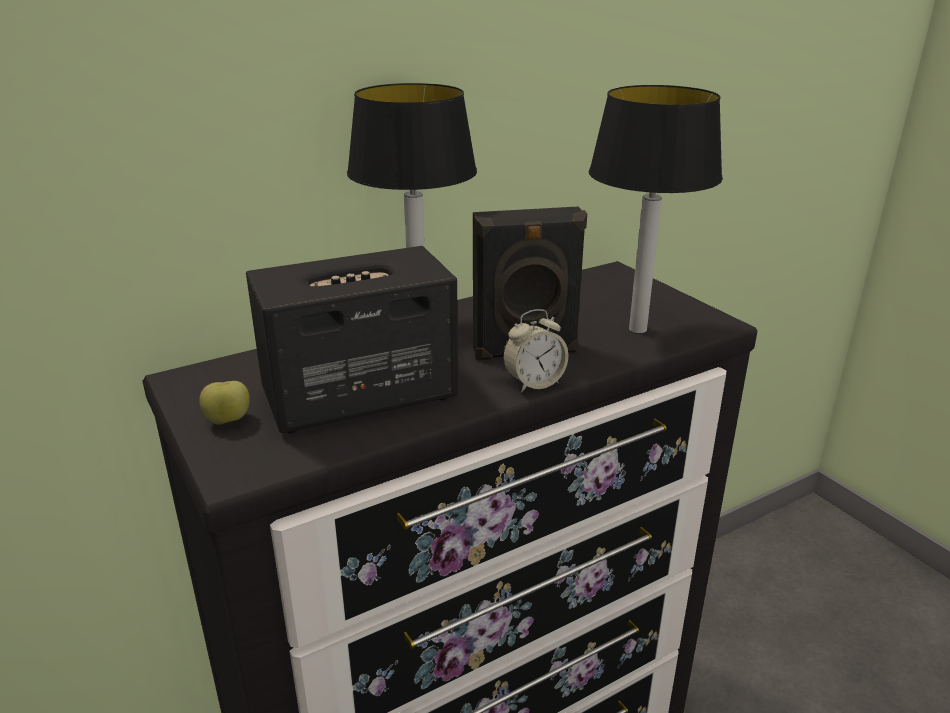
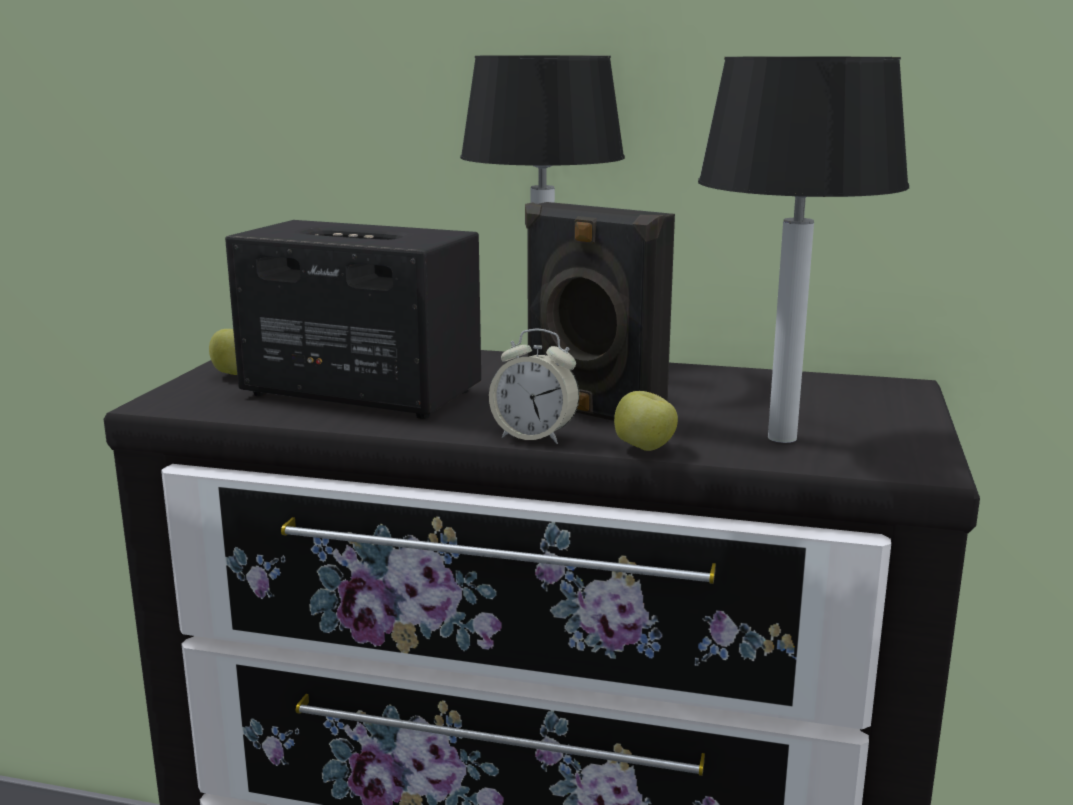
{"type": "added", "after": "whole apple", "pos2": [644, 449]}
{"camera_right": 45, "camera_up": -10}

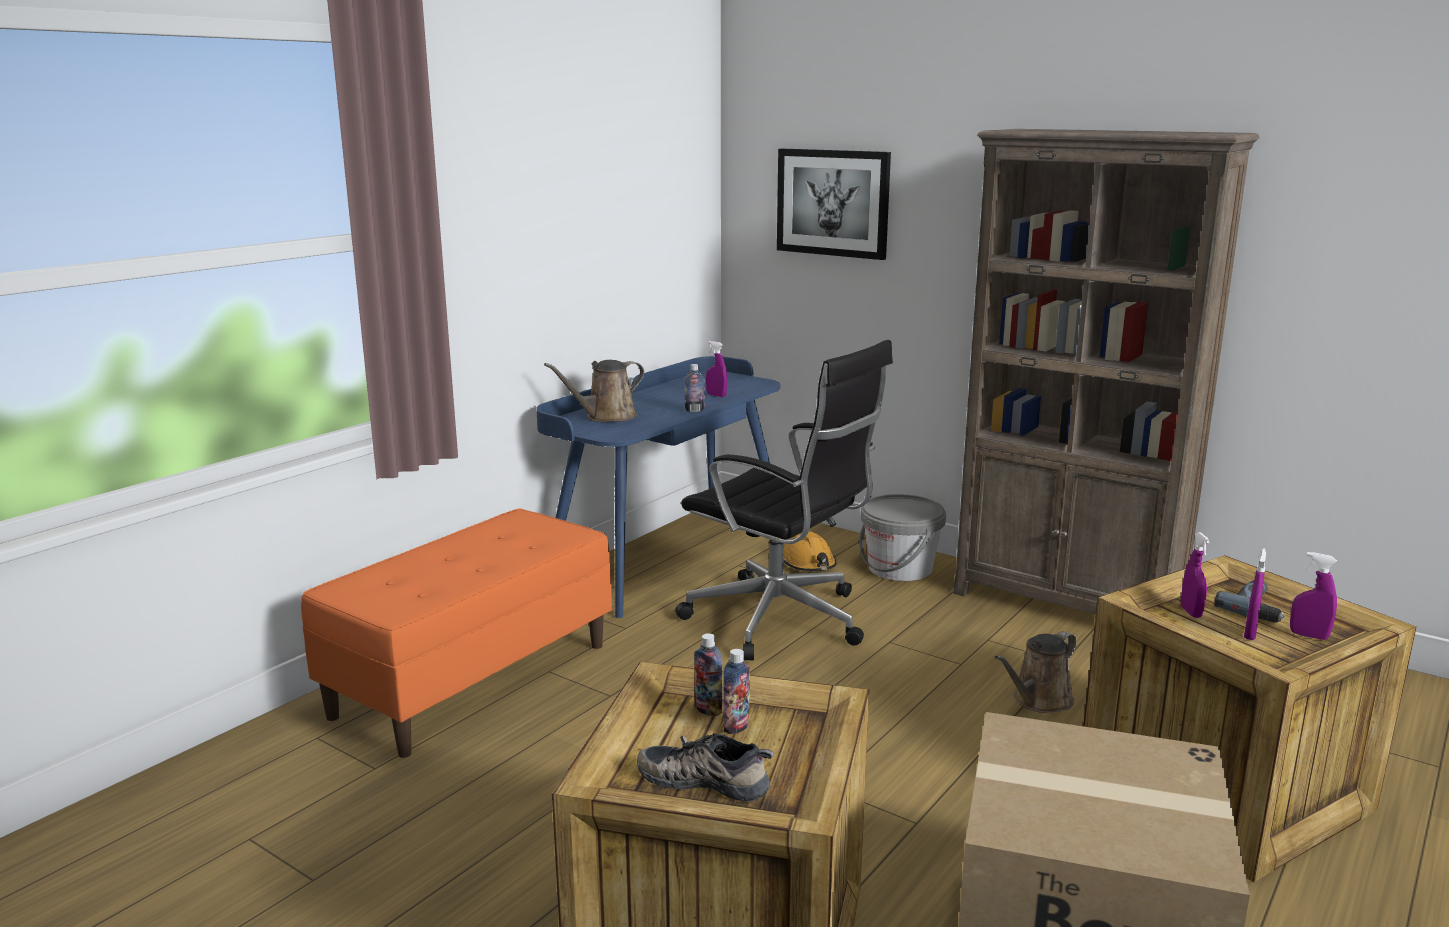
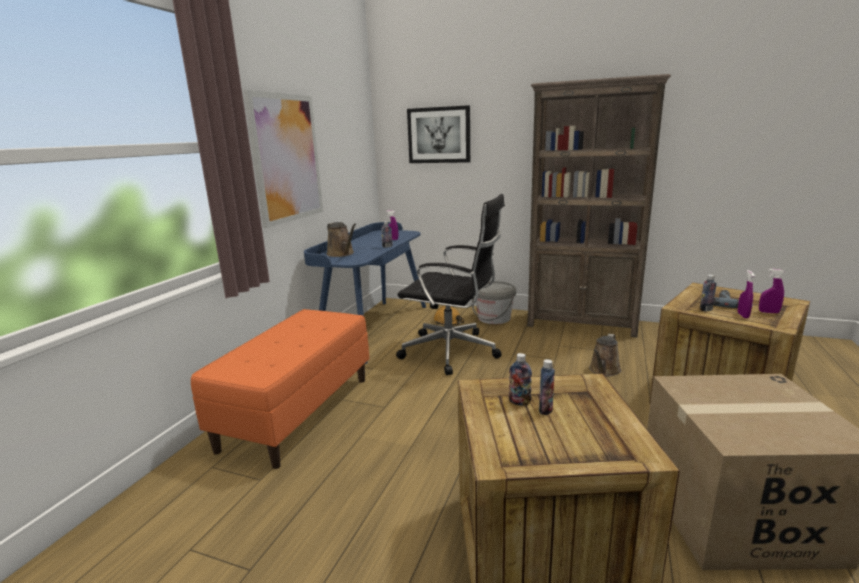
{"type": "turned", "before": "brown-coloured sprinkling can", "pos1": [606, 417], "pos2": [342, 254], "turn": -75}
{"type": "removed", "before": "shoe", "pos1": [706, 779]}
{"type": "replaced", "before": "purplish spray bottle", "after": "bottle", "pos1": [1191, 612], "pos2": [705, 309]}
{"type": "added", "after": "wall art", "pos2": [287, 158]}
{"camera_right": -15, "camera_up": 0}

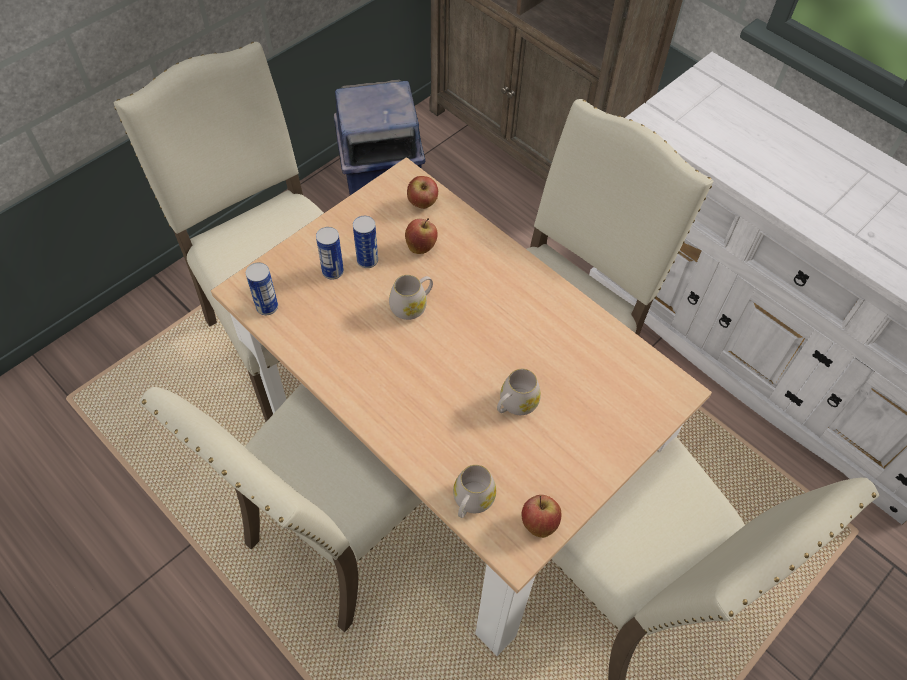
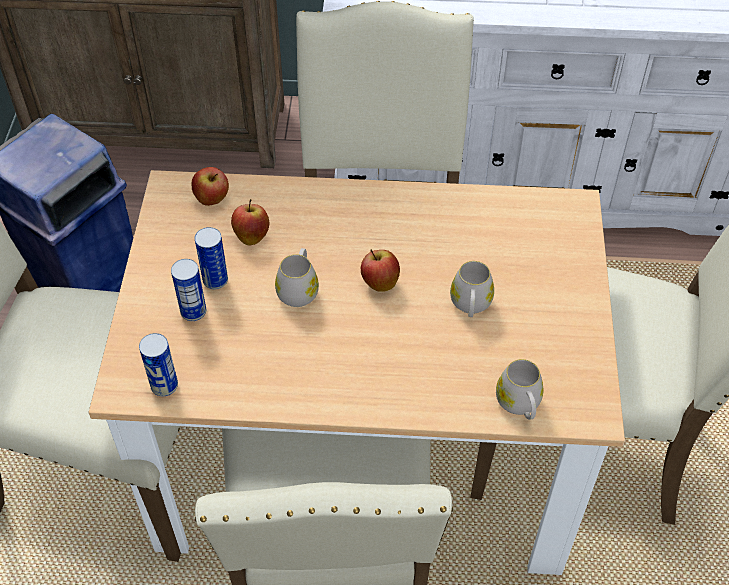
{"type": "moved", "before": "whole apple", "pos1": [539, 523], "pos2": [379, 282]}
{"camera_right": -40, "camera_up": -5}

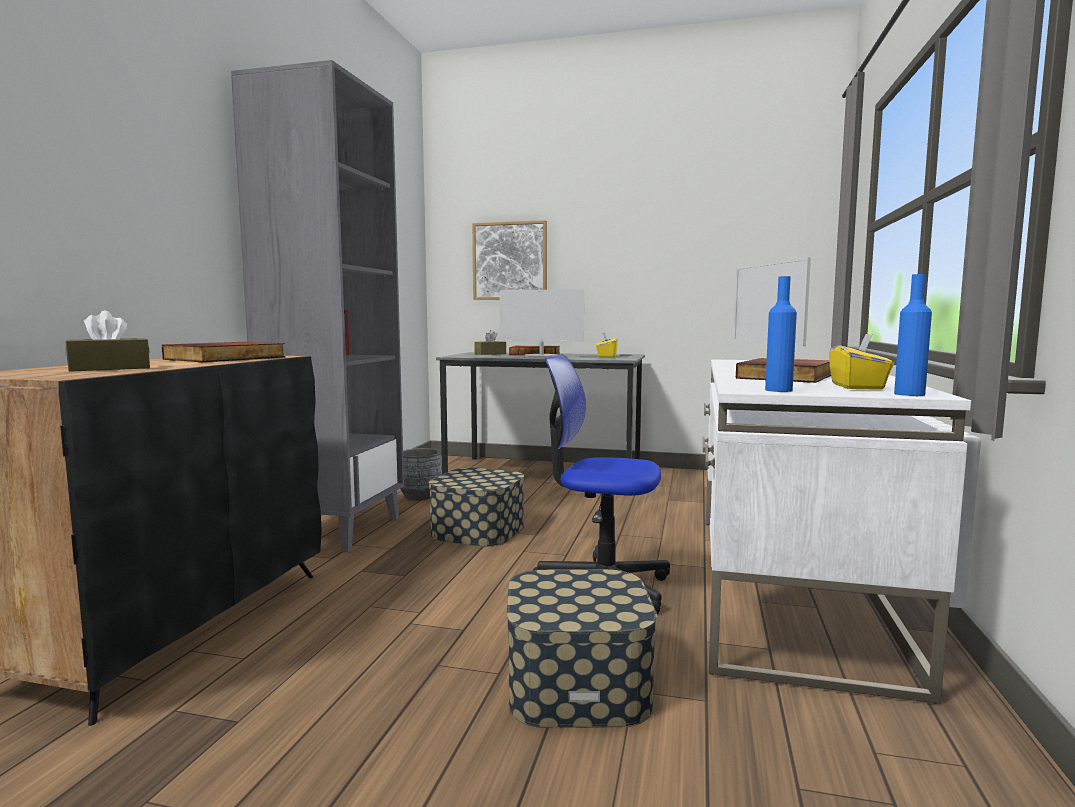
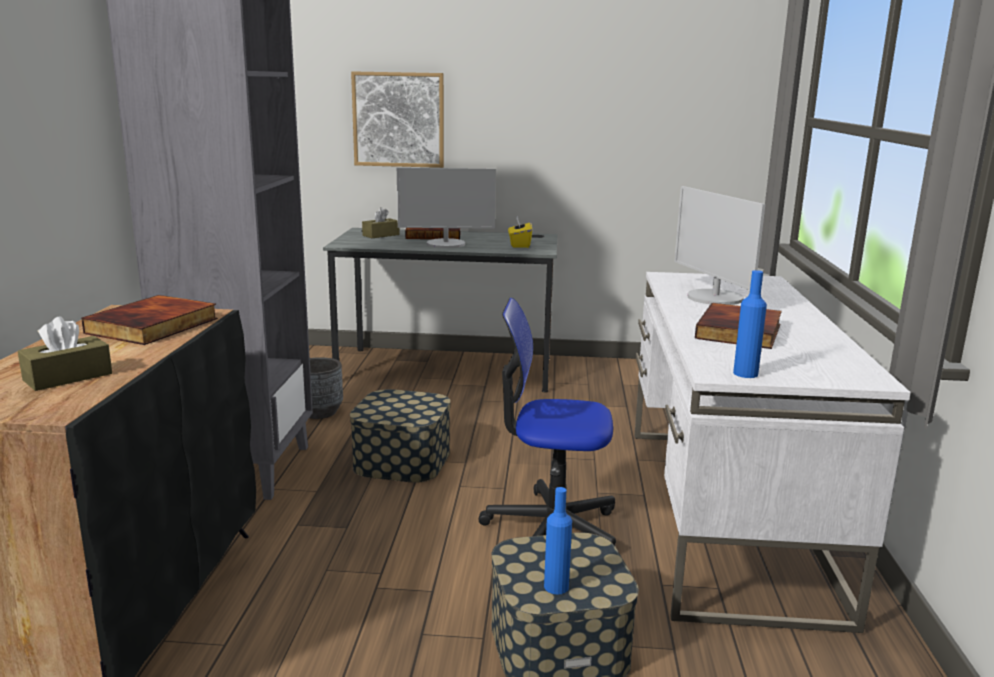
{"type": "removed", "before": "yellow tissue holder", "pos1": [858, 387]}
{"type": "moved", "before": "bluish bottle", "pos1": [909, 394], "pos2": [556, 586]}
{"camera_right": -10, "camera_up": 10}

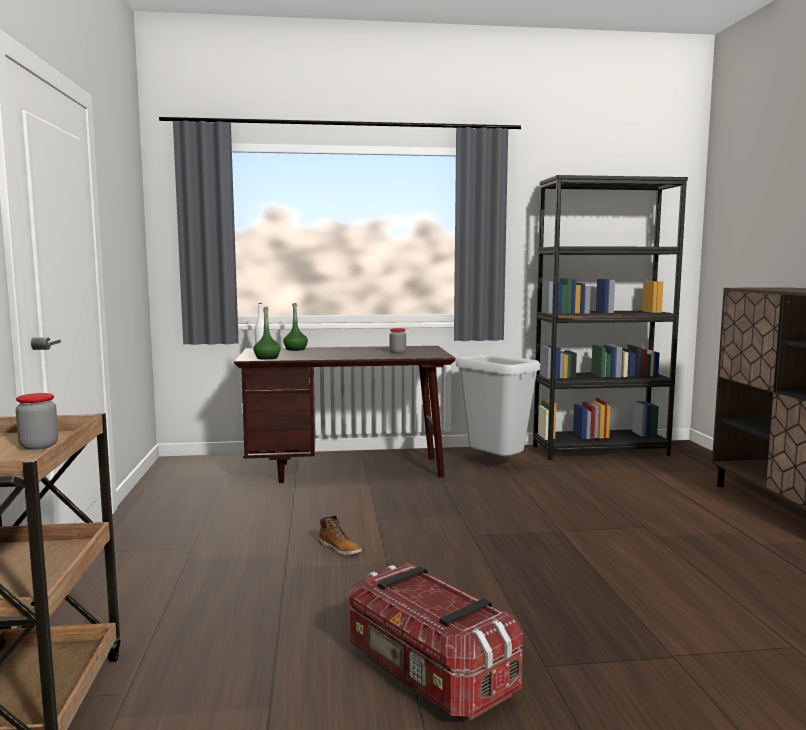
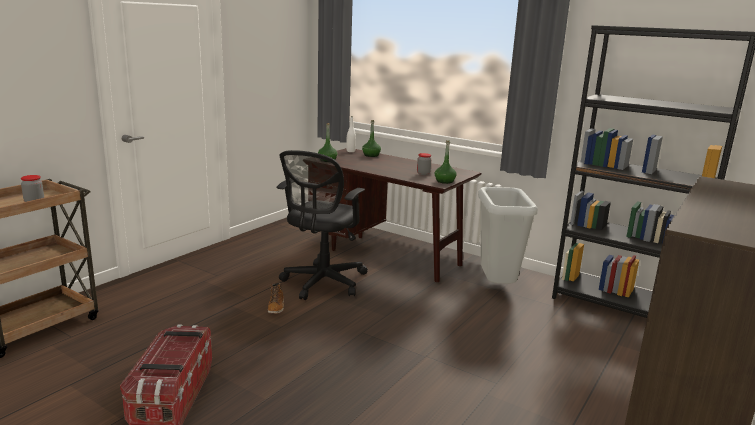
{"type": "added", "after": "black desk chair", "pos2": [322, 283]}
{"type": "added", "after": "greenish bottle", "pos2": [444, 181]}
{"camera_right": 40, "camera_up": 10}

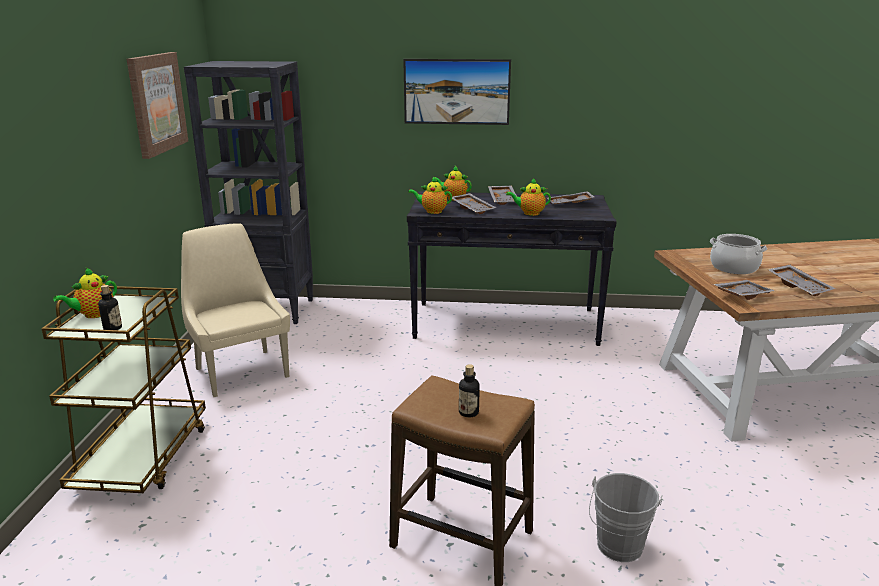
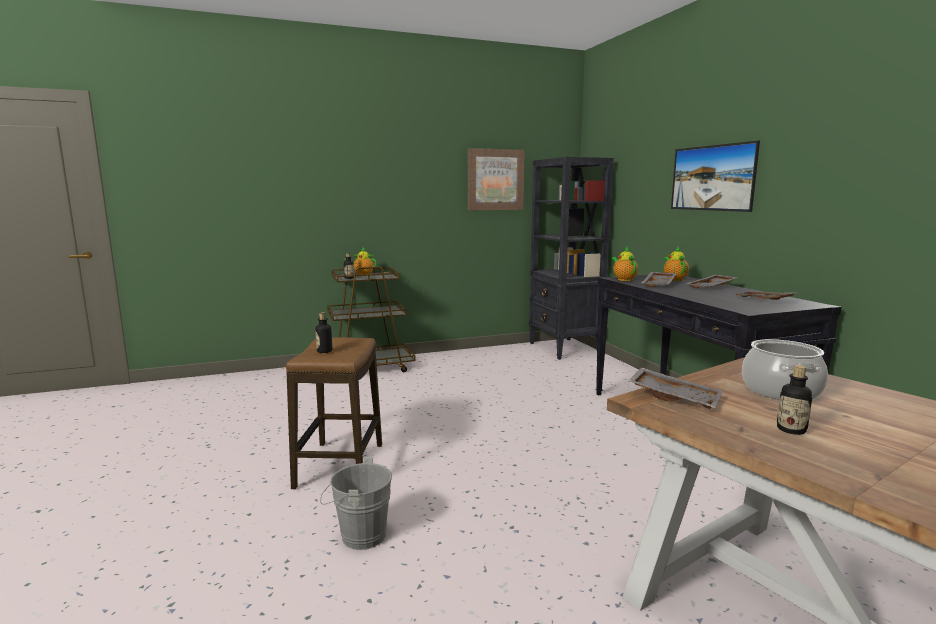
{"type": "removed", "before": "beige-coloured plain chair", "pos1": [240, 371]}
{"type": "removed", "before": "pot for tea", "pos1": [529, 213]}
{"type": "replaced", "before": "gray serving tray", "after": "bottle", "pos1": [799, 286], "pos2": [791, 430]}
{"camera_right": 65, "camera_up": -10}

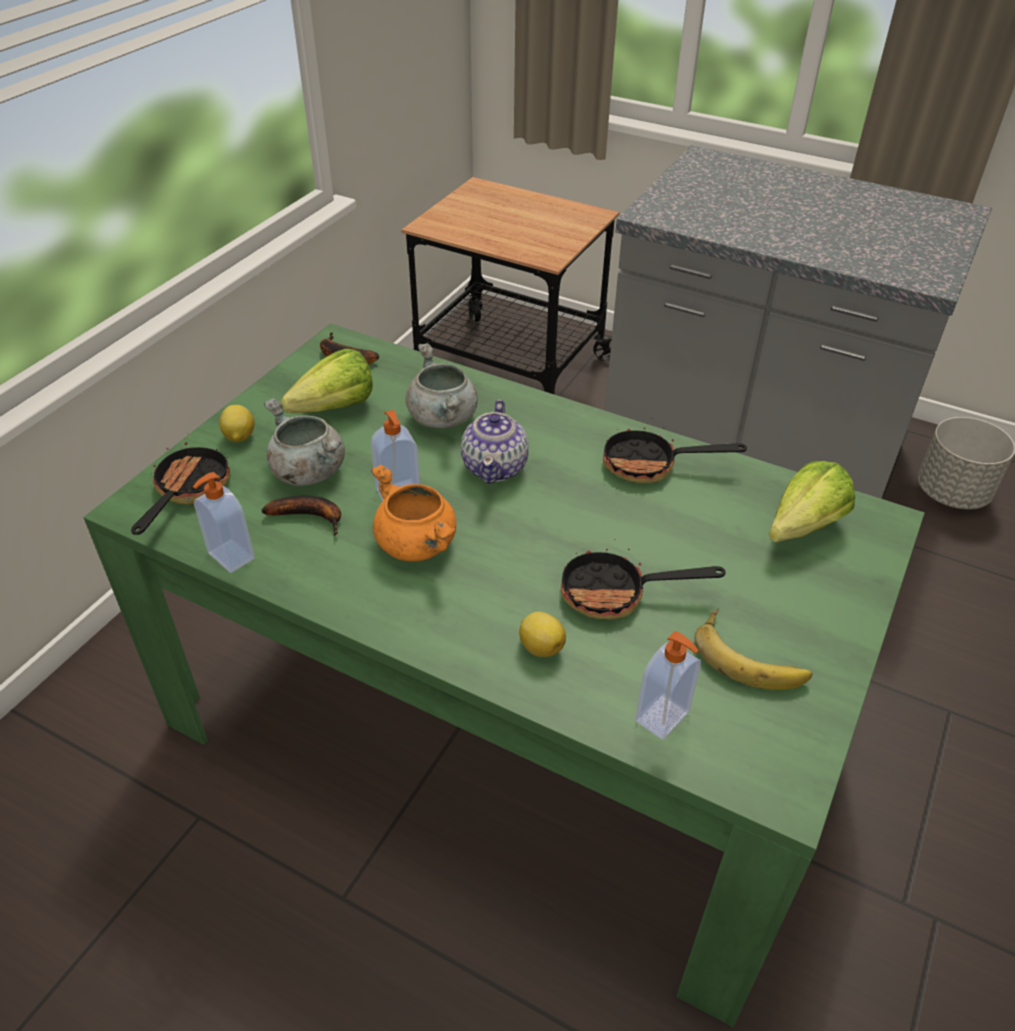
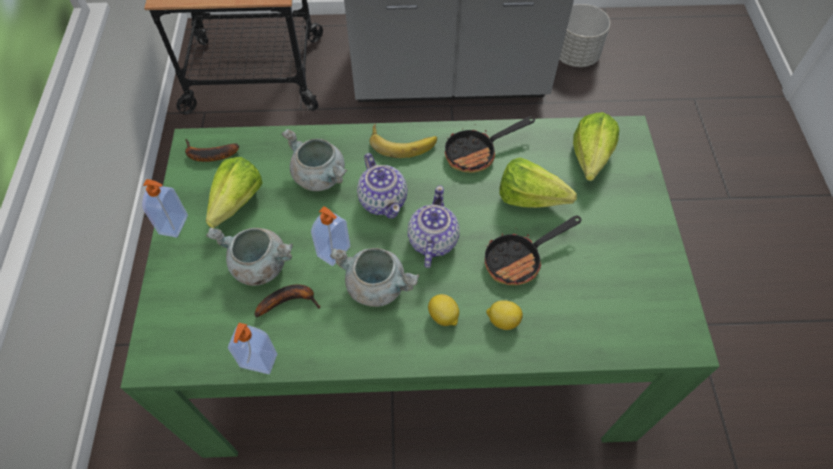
{"type": "removed", "before": "pan", "pos1": [187, 491]}
{"type": "moved", "before": "lemon", "pos1": [239, 437], "pos2": [443, 317]}
{"type": "recoloured", "before": "orange stockpot", "after": "gray stockpot", "pos1": [418, 544], "pos2": [377, 286]}
{"type": "moved", "before": "soap bottle", "pos1": [664, 717], "pos2": [174, 225]}
{"type": "moved", "before": "whole banana", "pos1": [751, 656], "pos2": [402, 141]}
{"type": "added", "after": "pot for tea", "pos2": [432, 241]}
{"type": "added", "after": "lettuce", "pos2": [535, 201]}
{"camera_right": -30, "camera_up": 15}

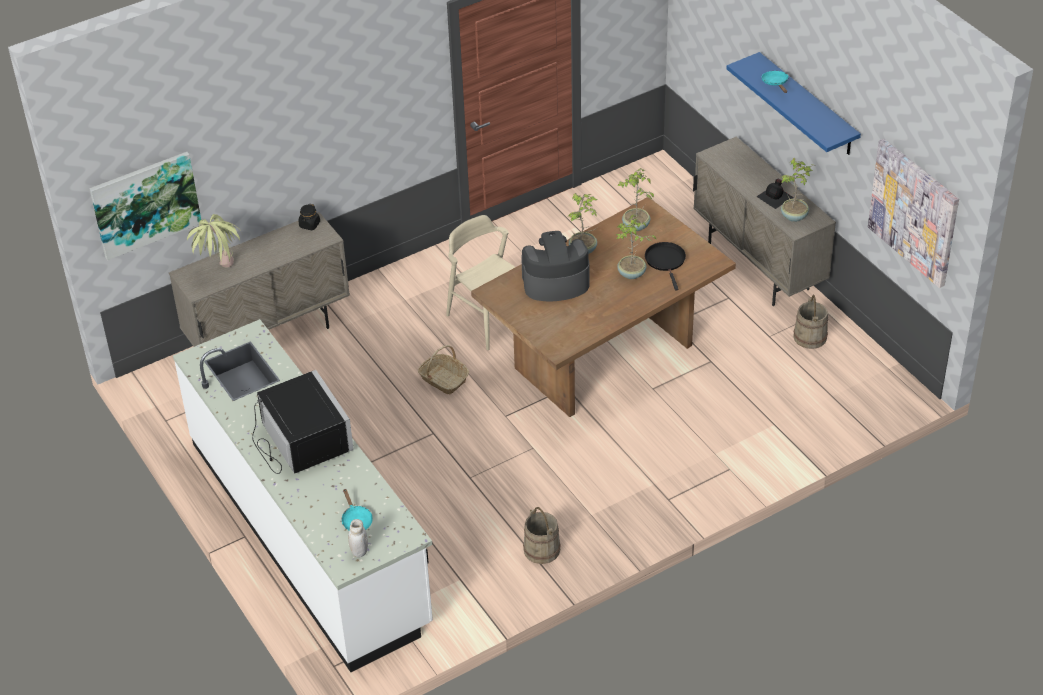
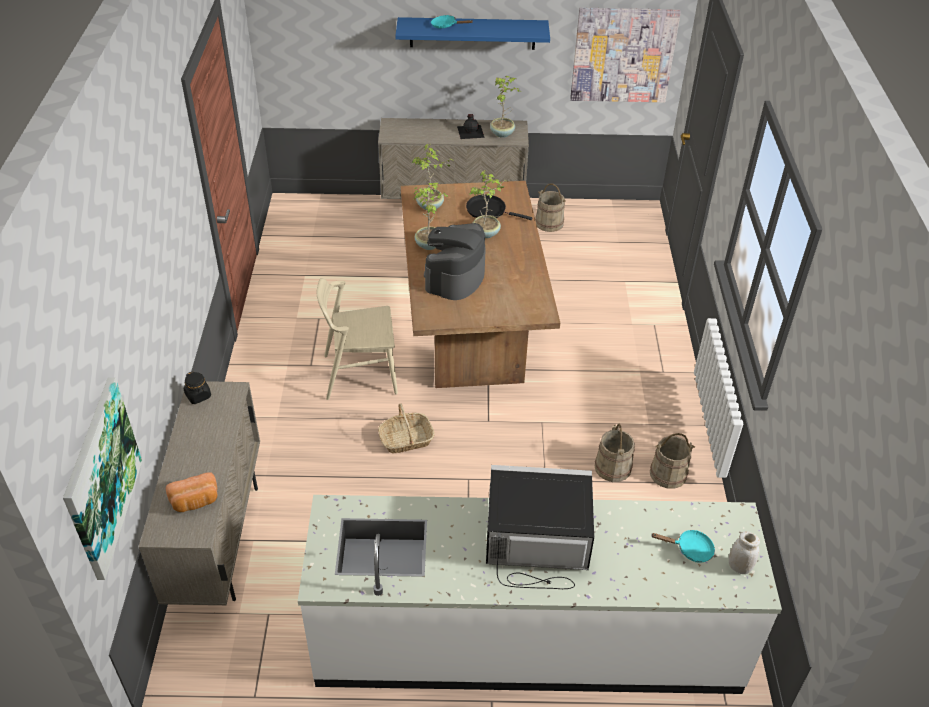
{"type": "replaced", "before": "houseplant", "after": "bread", "pos1": [220, 275], "pos2": [195, 502]}
{"type": "added", "after": "beige-coloured pail", "pos2": [613, 467]}
{"camera_right": -60, "camera_up": 0}

